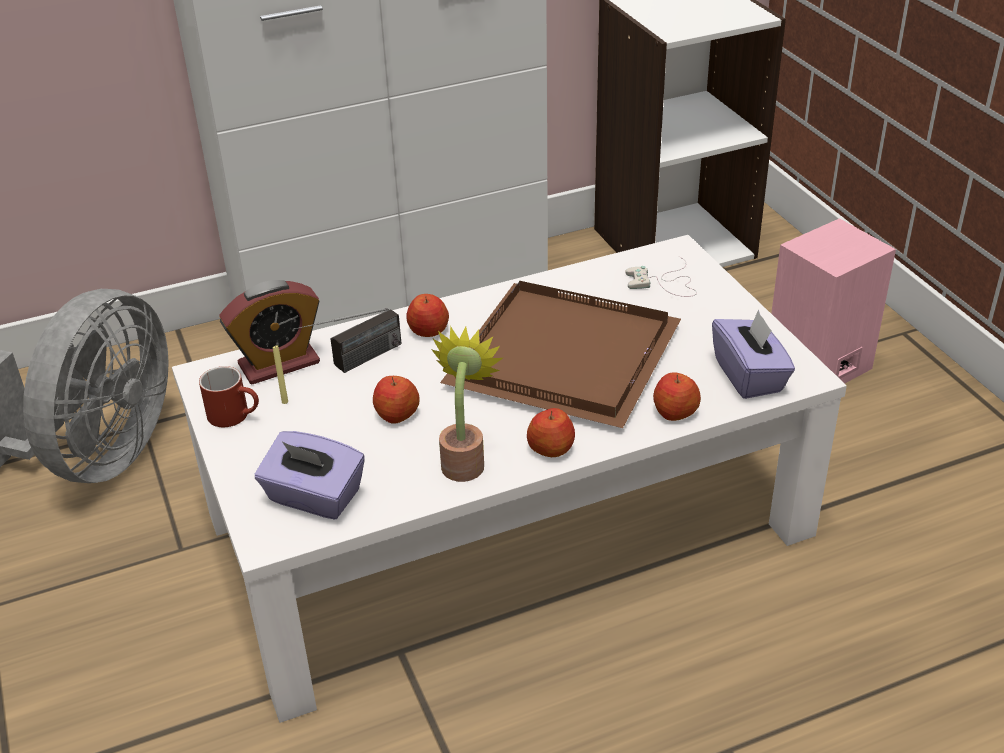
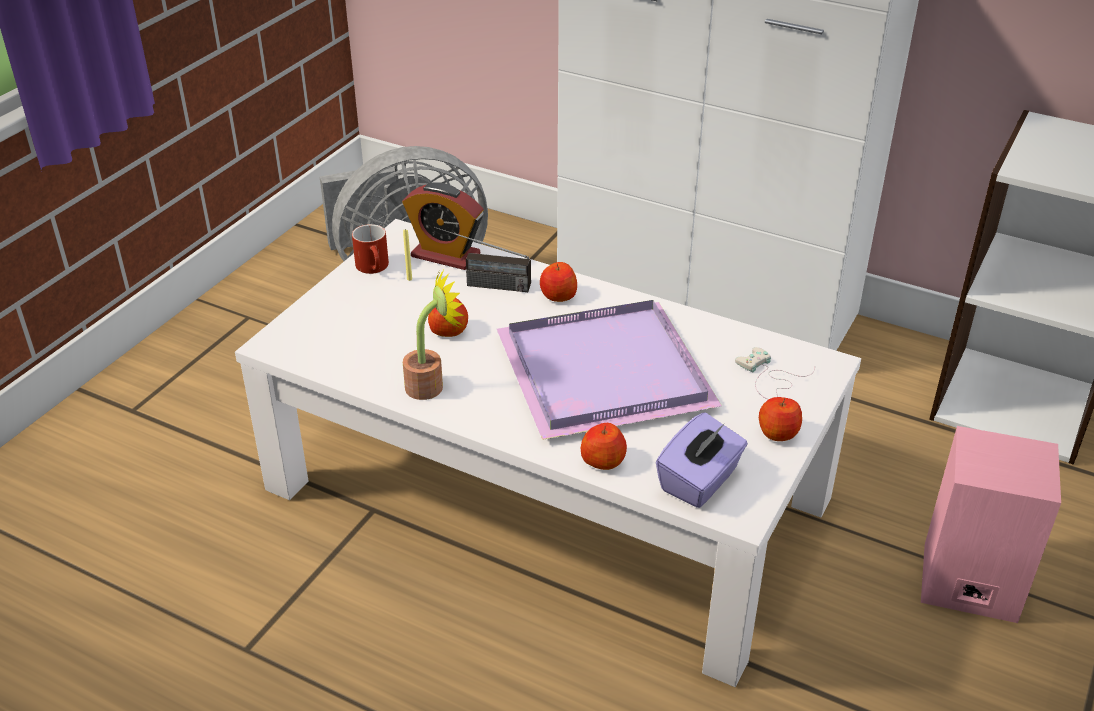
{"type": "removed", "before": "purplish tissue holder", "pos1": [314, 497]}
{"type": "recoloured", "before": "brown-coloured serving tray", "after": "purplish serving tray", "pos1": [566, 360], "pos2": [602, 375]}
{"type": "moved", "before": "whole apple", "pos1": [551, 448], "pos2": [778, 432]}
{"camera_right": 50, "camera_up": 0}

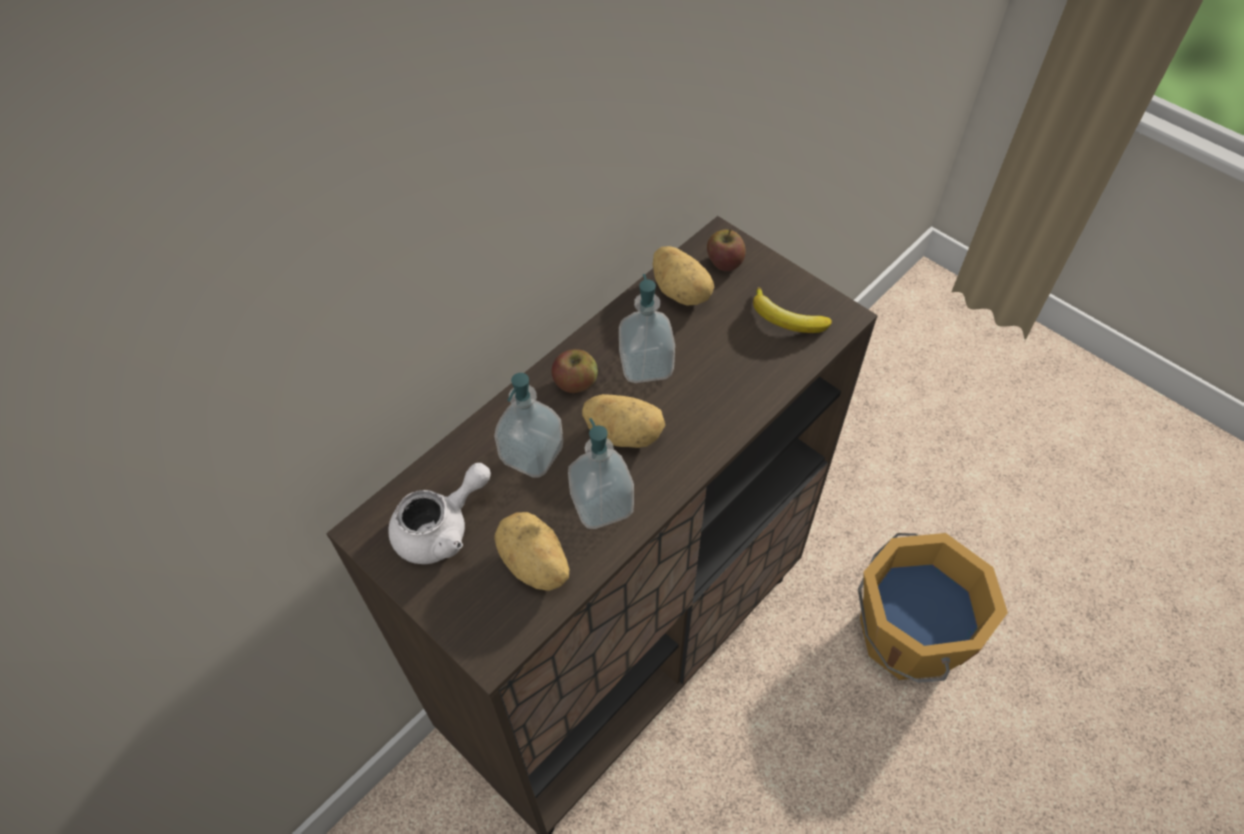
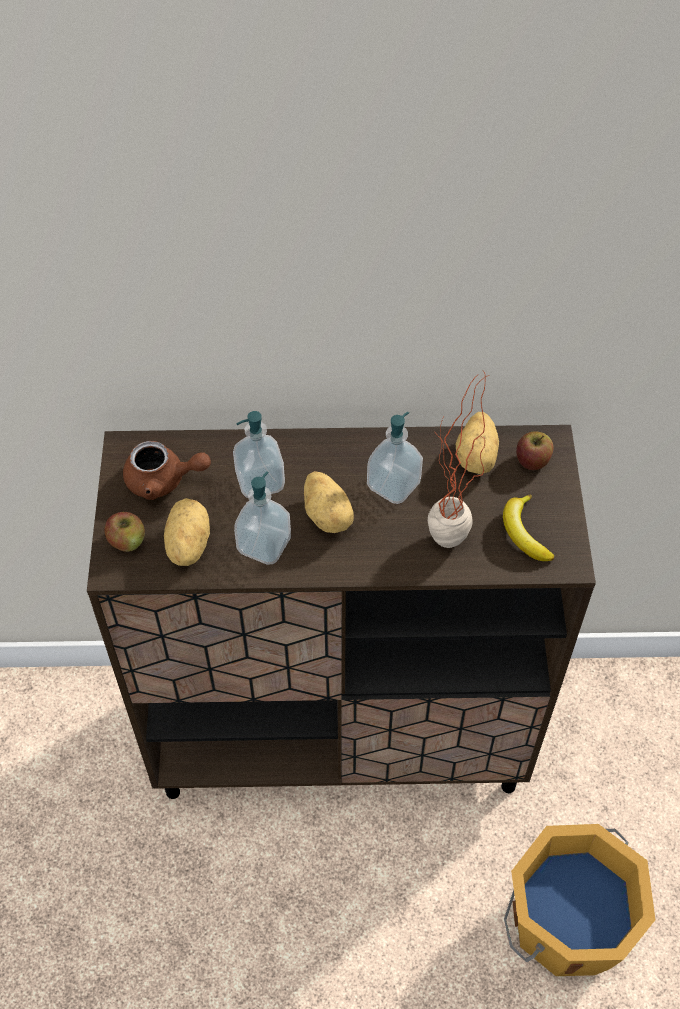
{"type": "recoloured", "before": "whitish pot for tea", "after": "brown-coloured pot for tea", "pos1": [442, 528], "pos2": [163, 480]}
{"type": "moved", "before": "whole apple", "pos1": [575, 382], "pos2": [127, 541]}
{"type": "added", "after": "houseplant", "pos2": [445, 551]}
{"camera_right": 45, "camera_up": 0}

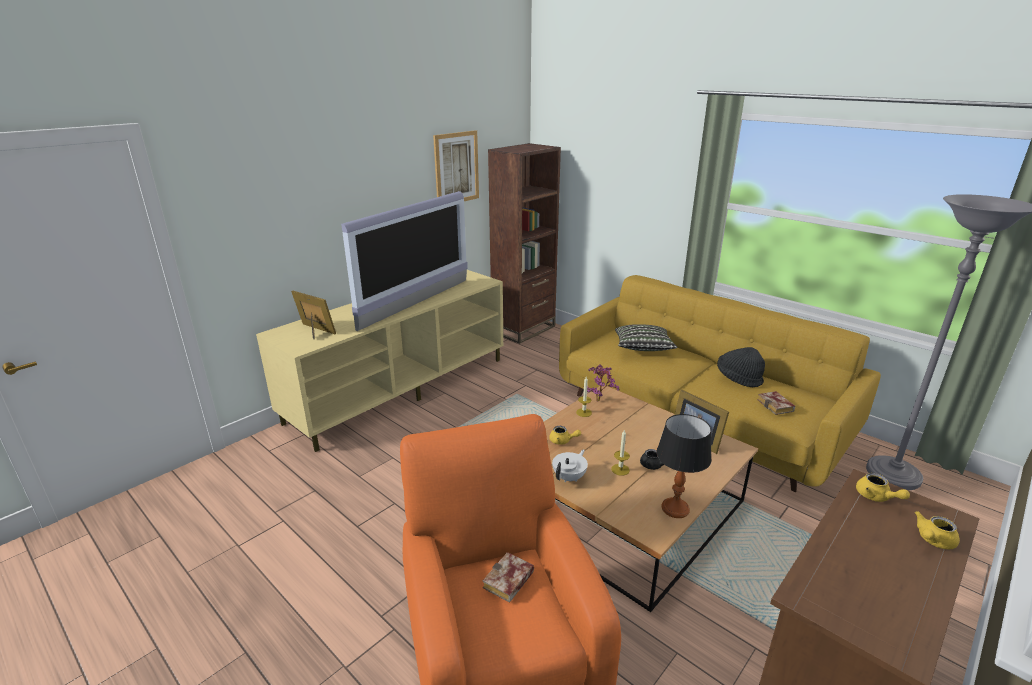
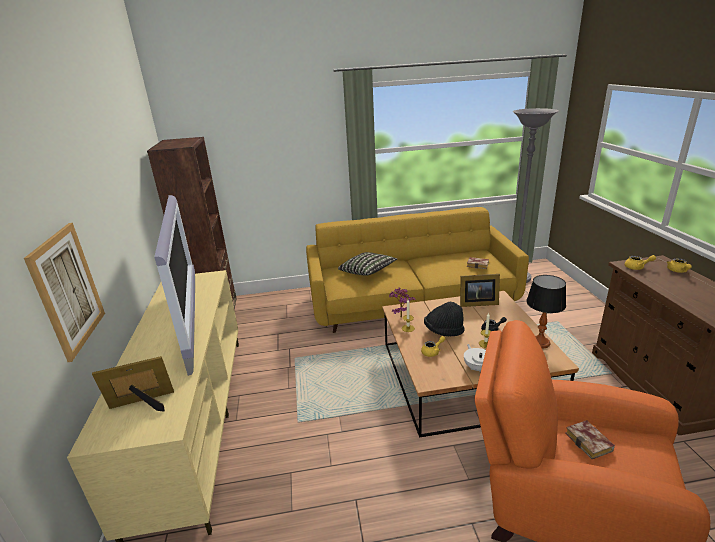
{"type": "moved", "before": "wall art", "pos1": [456, 168], "pos2": [68, 290]}
{"type": "moved", "before": "black clothing hat", "pos1": [738, 378], "pos2": [443, 331]}
{"camera_right": -50, "camera_up": 0}

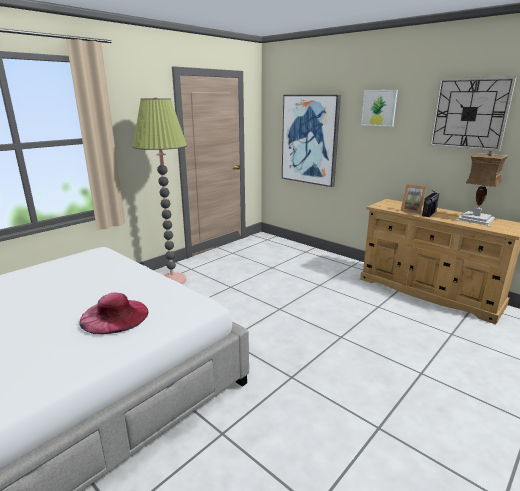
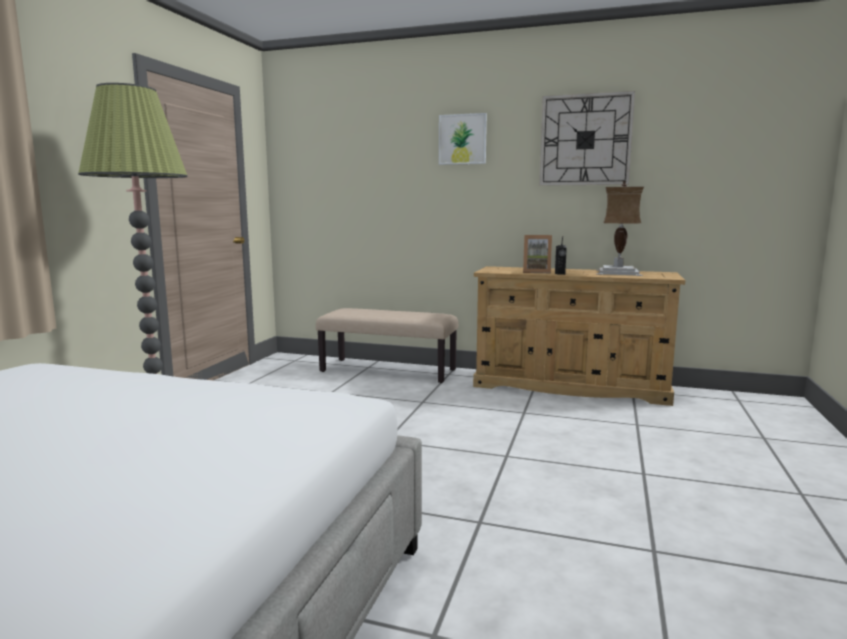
{"type": "removed", "before": "pink clothing hat", "pos1": [114, 315]}
{"type": "removed", "before": "wall art", "pos1": [310, 140]}
{"type": "added", "after": "beige-coloured long seat", "pos2": [388, 370]}
{"camera_right": -25, "camera_up": -10}

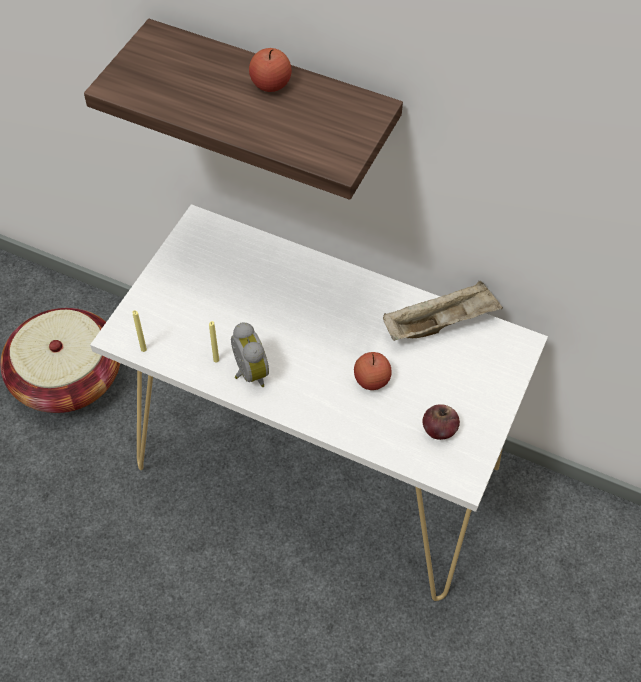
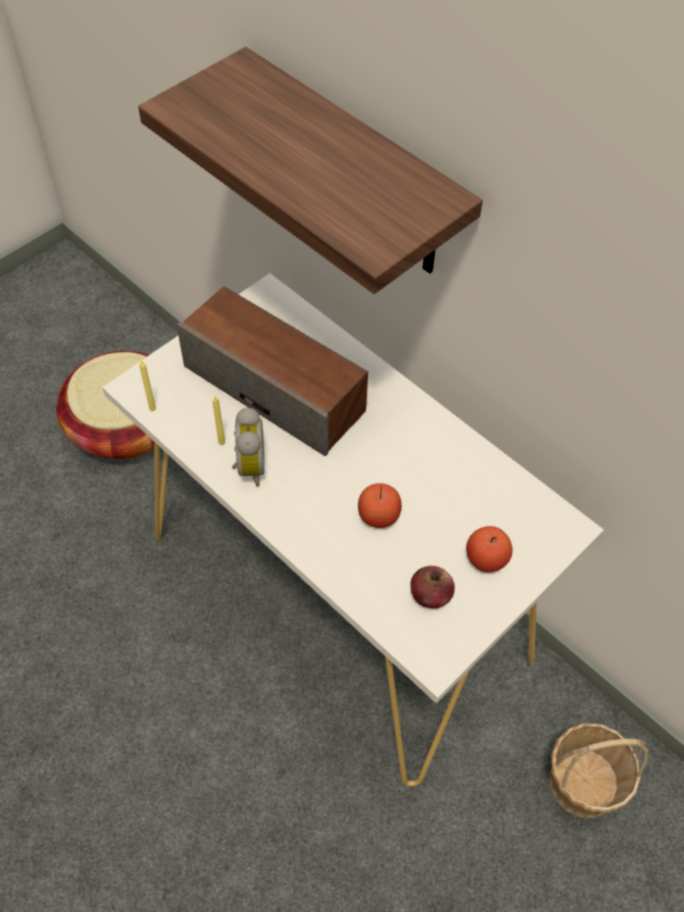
{"type": "moved", "before": "whole apple", "pos1": [270, 84], "pos2": [486, 559]}
{"type": "removed", "before": "beige-coloured serving tray", "pos1": [440, 323]}
{"type": "added", "after": "audio speaker", "pos2": [275, 388]}
{"type": "added", "after": "basket", "pos2": [583, 782]}
{"camera_right": 20, "camera_up": 0}

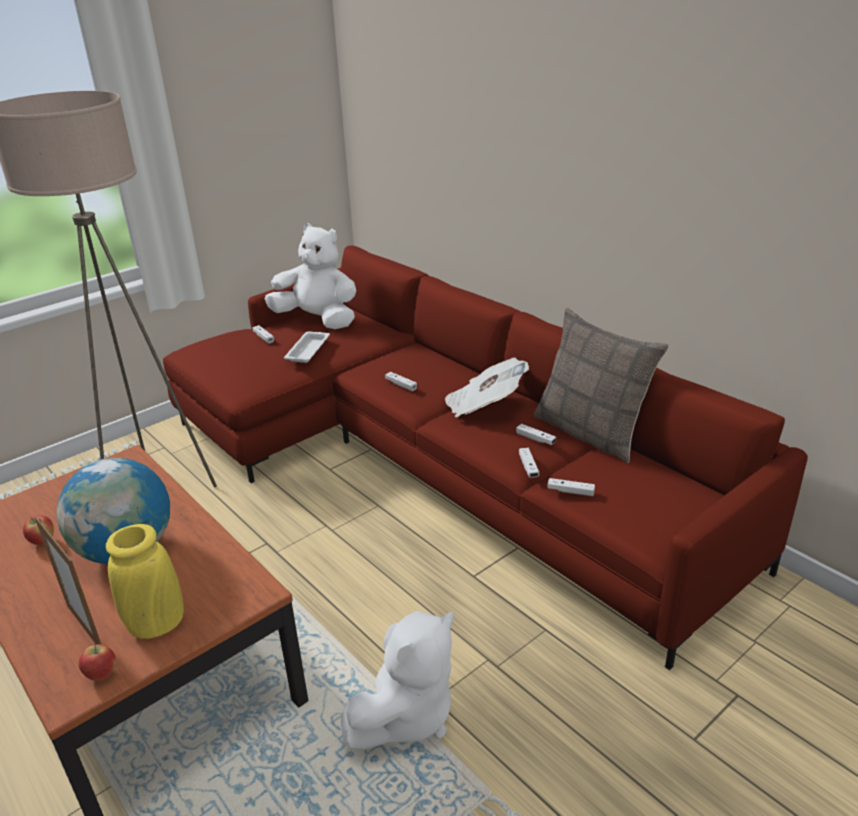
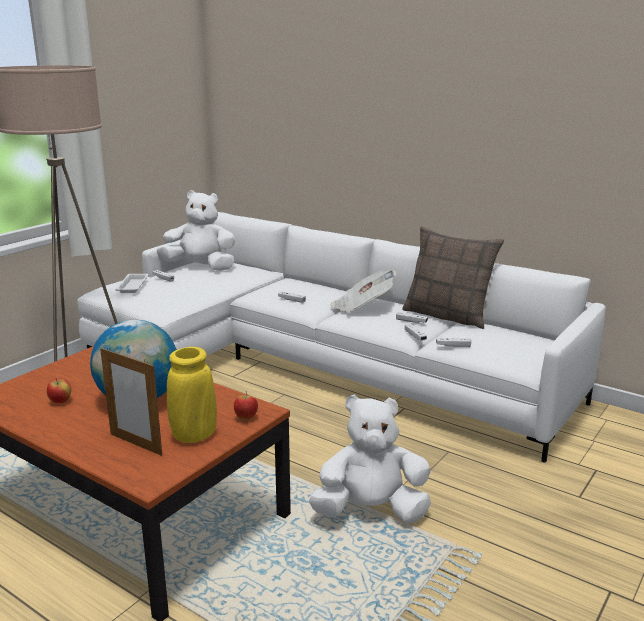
{"type": "moved", "before": "whole apple", "pos1": [102, 675], "pos2": [246, 418]}
{"type": "recoloured", "before": "red settee", "after": "whitish settee", "pos1": [435, 462], "pos2": [316, 365]}
{"type": "moved", "before": "whitish serving tray", "pos1": [308, 350], "pos2": [133, 285]}
{"type": "turned", "before": "whitish plush toy", "pos1": [406, 714], "pos2": [371, 511], "turn": -120}
{"camera_right": -15, "camera_up": -10}

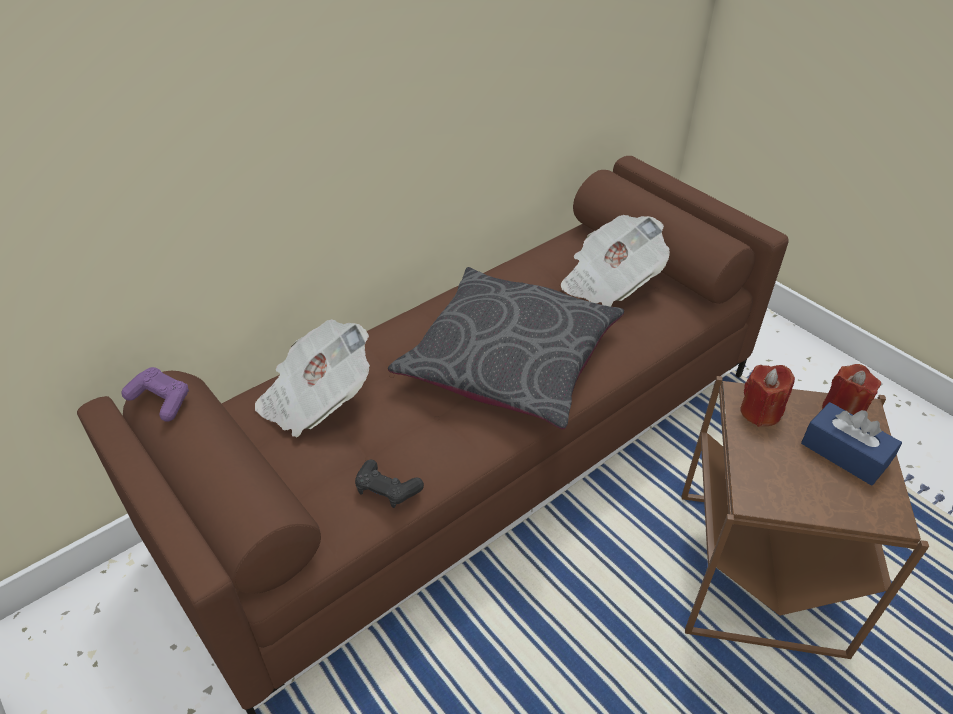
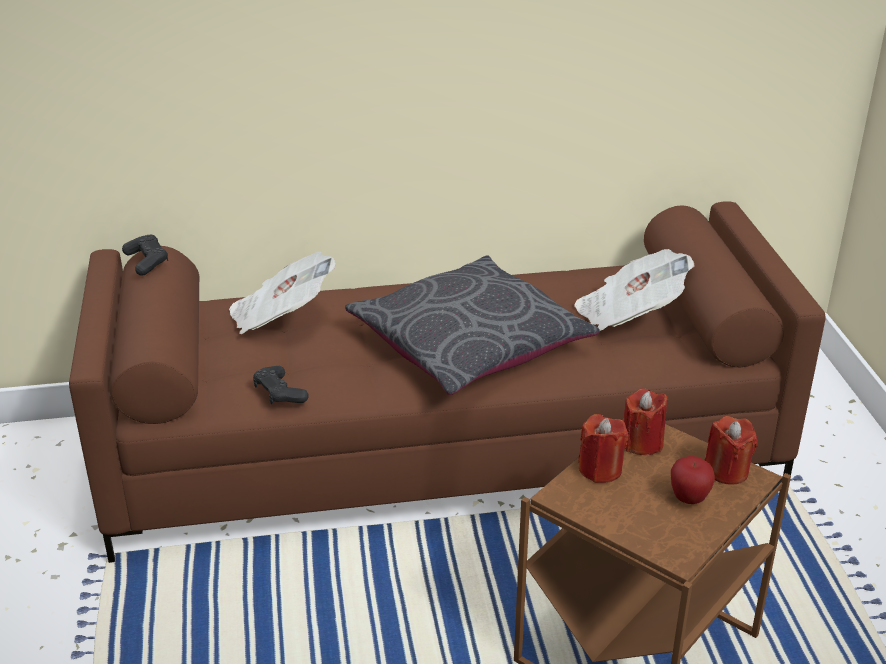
{"type": "recoloured", "before": "purplish game controller", "after": "black game controller", "pos1": [160, 400], "pos2": [147, 261]}
{"type": "replaced", "before": "bluish tissue holder", "after": "whole apple", "pos1": [844, 453], "pos2": [689, 499]}
{"type": "added", "after": "red wax candle", "pos2": [600, 469]}
{"camera_right": 30, "camera_up": -10}

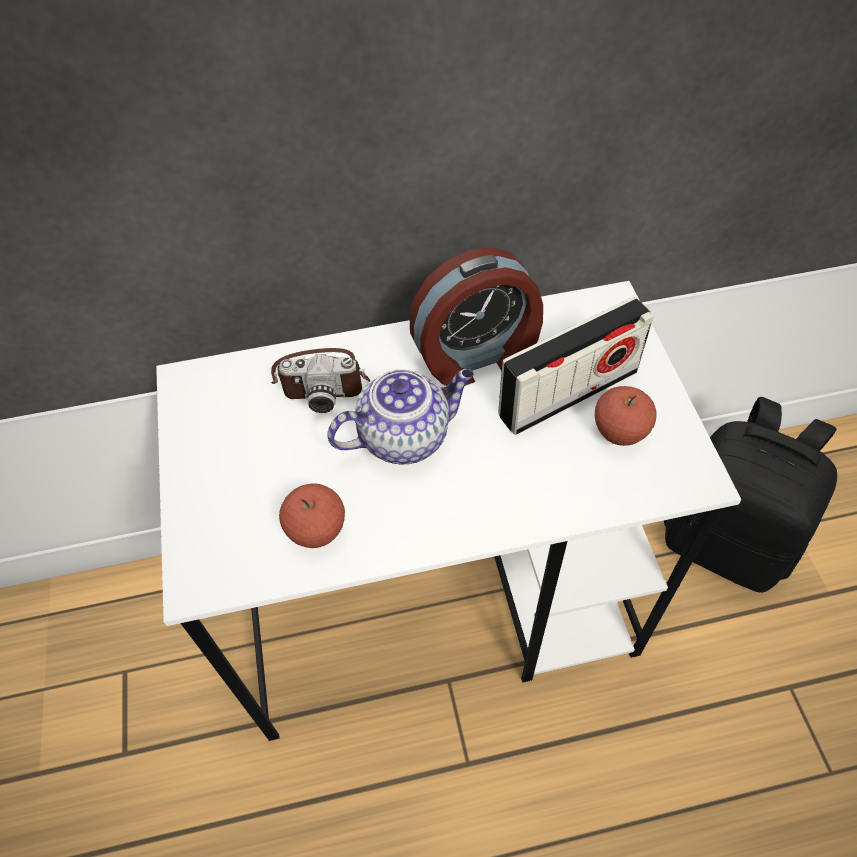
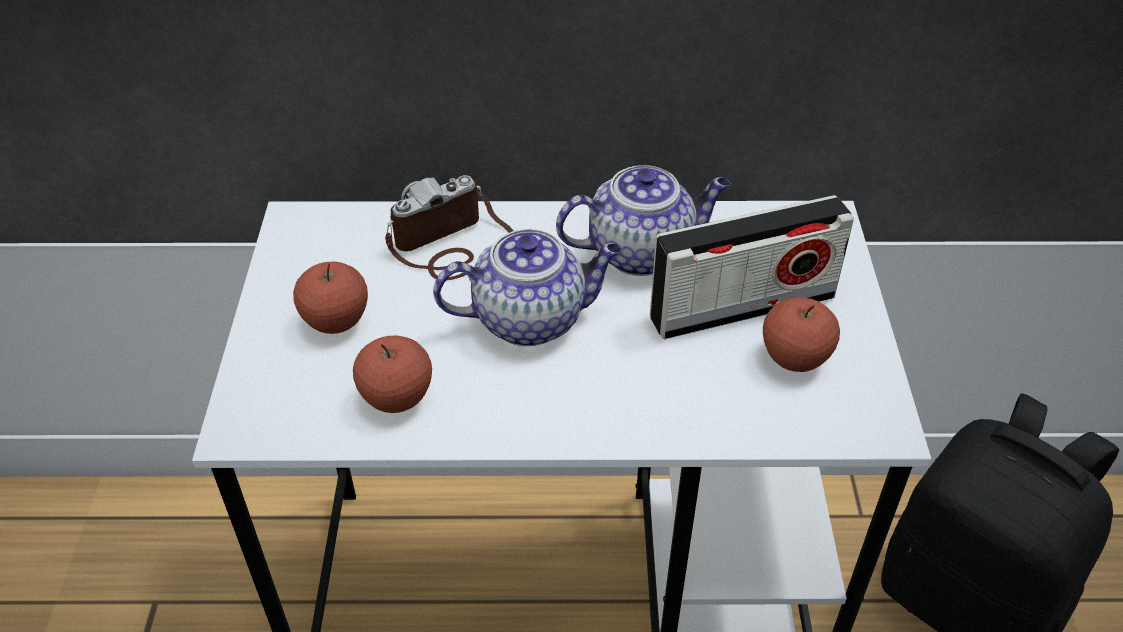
{"type": "turned", "before": "still camera", "pos1": [321, 379], "pos2": [451, 244], "turn": 135}
{"type": "replaced", "before": "table clock", "after": "pot for tea", "pos1": [477, 357], "pos2": [642, 251]}
{"type": "added", "after": "whole apple", "pos2": [336, 321]}
{"camera_right": 10, "camera_up": -10}

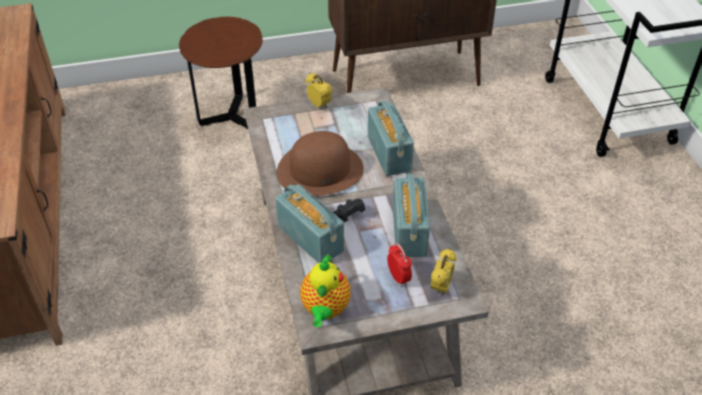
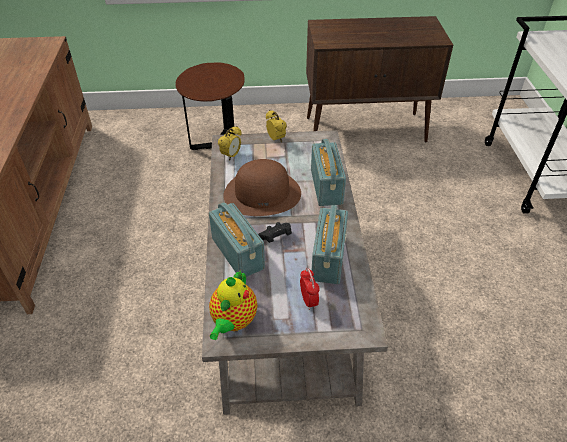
{"type": "moved", "before": "table clock", "pos1": [441, 288], "pos2": [231, 156]}
{"camera_right": 10, "camera_up": 0}

